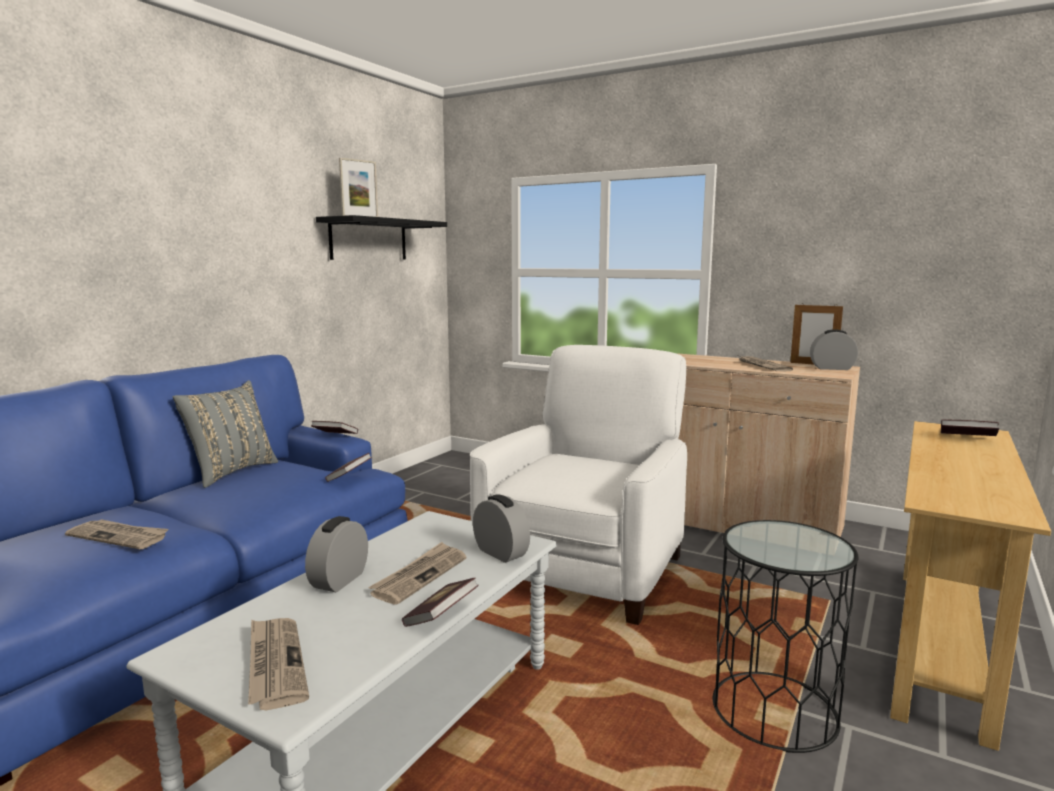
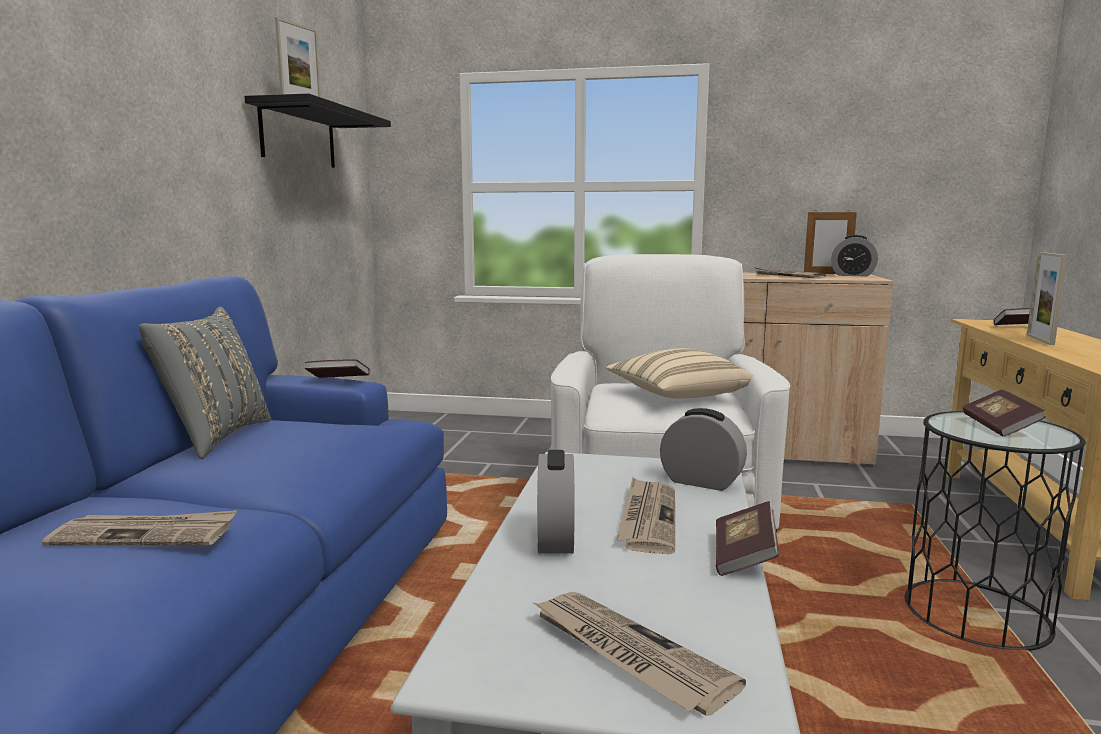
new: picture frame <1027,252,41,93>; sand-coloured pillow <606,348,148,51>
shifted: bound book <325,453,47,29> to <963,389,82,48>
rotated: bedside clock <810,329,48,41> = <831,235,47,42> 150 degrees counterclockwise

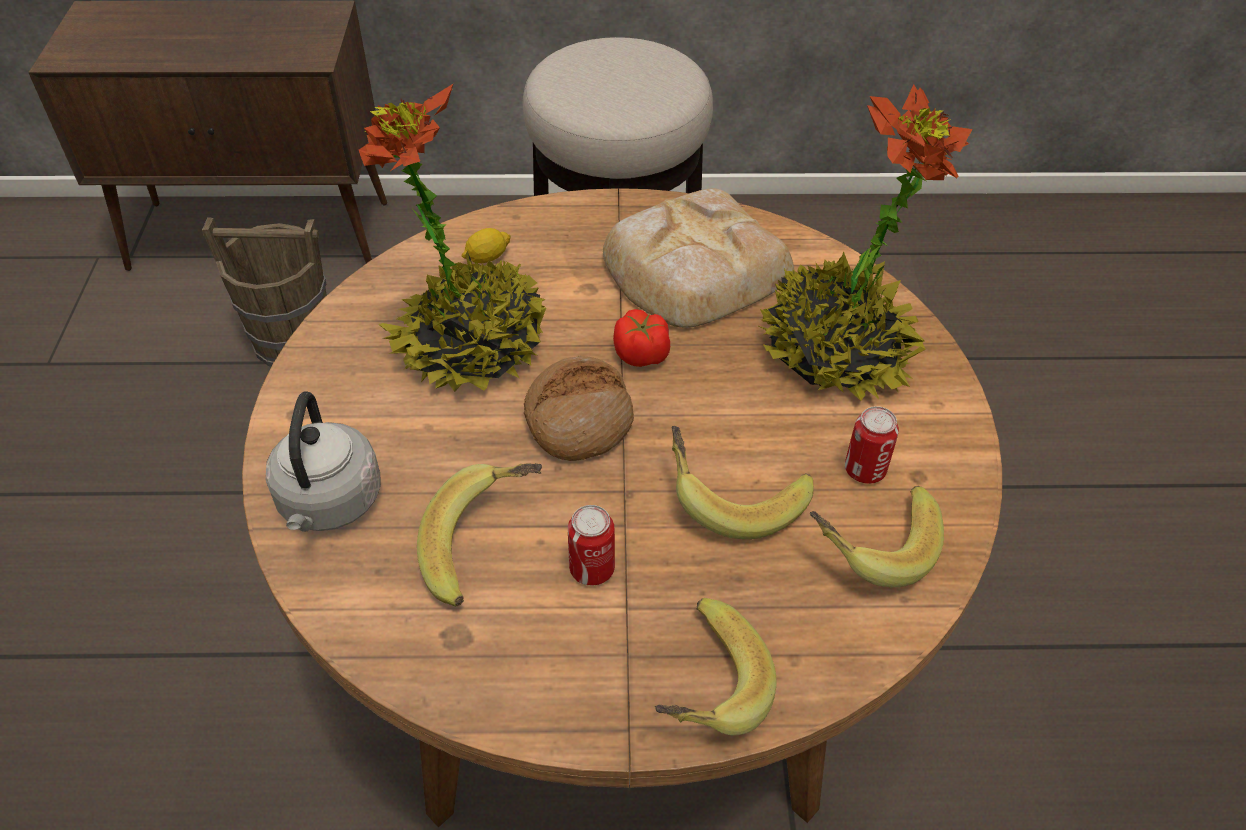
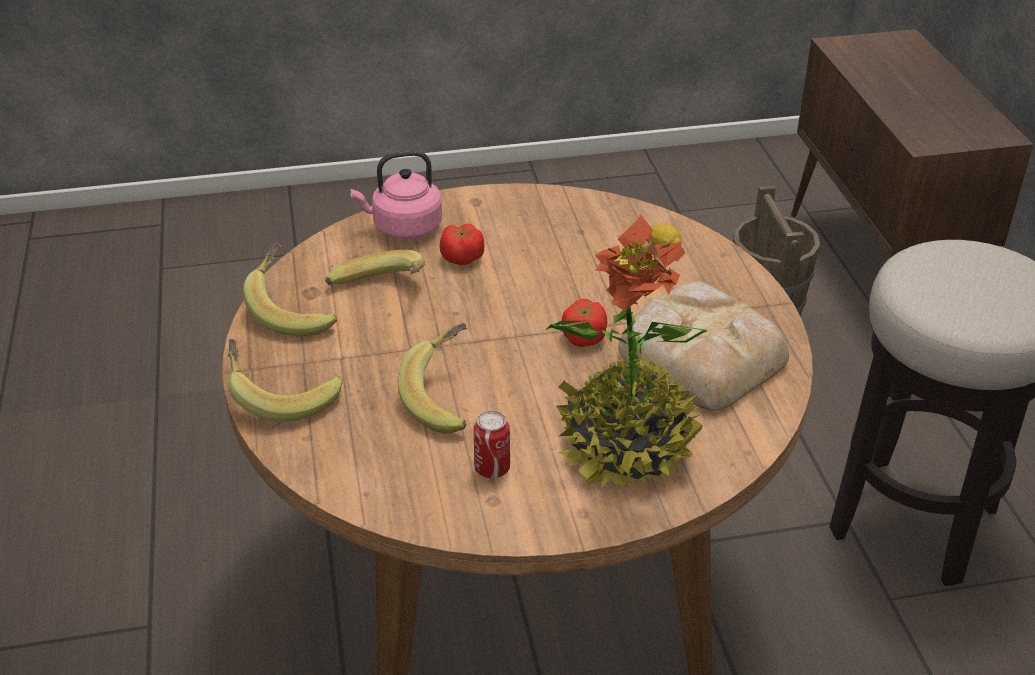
gone: plant in a pot <359,84,187,308>; bread <524,356,110,105>; can <568,505,47,81>
new: whole tomato <440,224,44,41>
shifted: banana fruit <810,486,134,101> to <243,243,94,93>
repainted: gray kettle <266,391,115,141> to pinkish kettle <350,150,92,89>

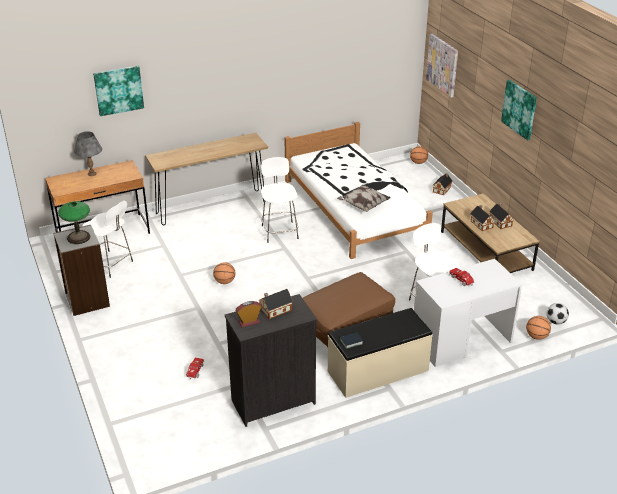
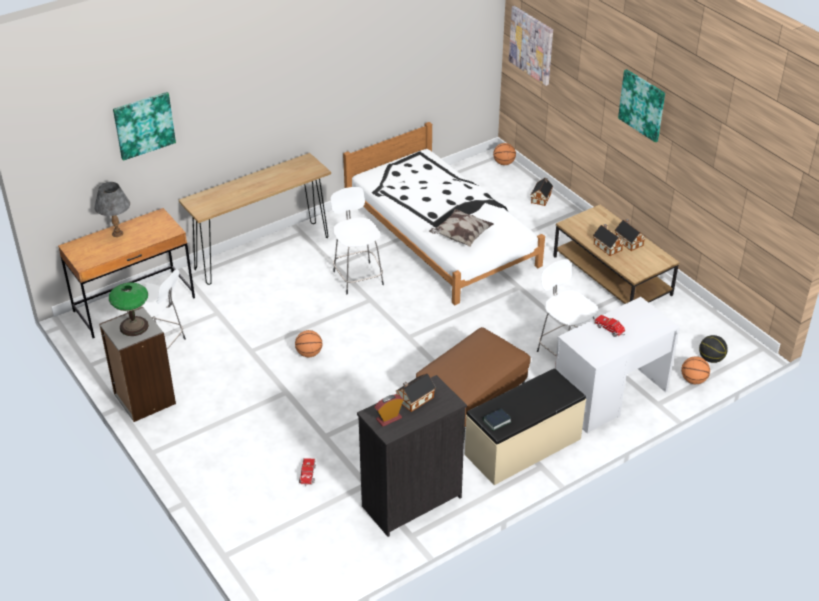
swapped: football ball <547,303,22,22> to ball for basketball <699,335,29,28>

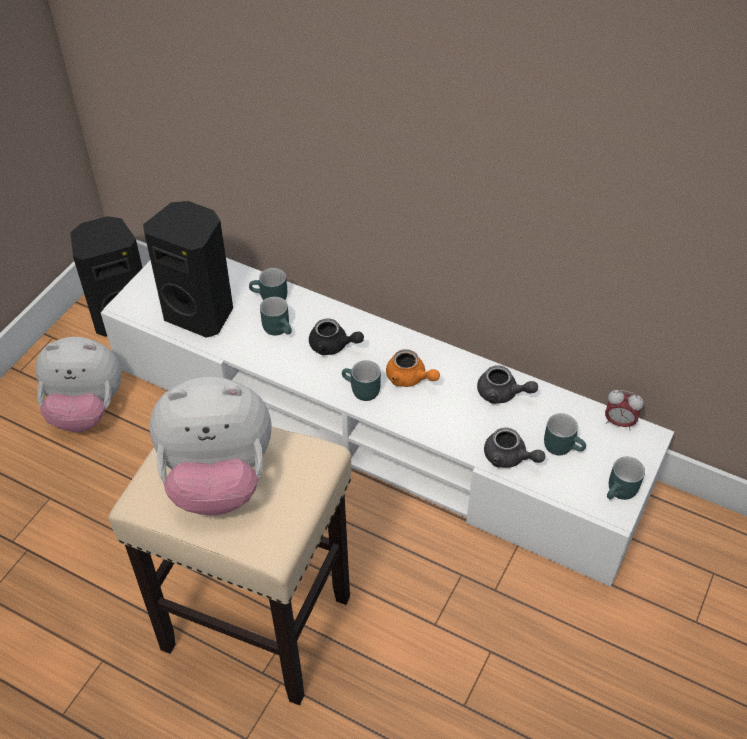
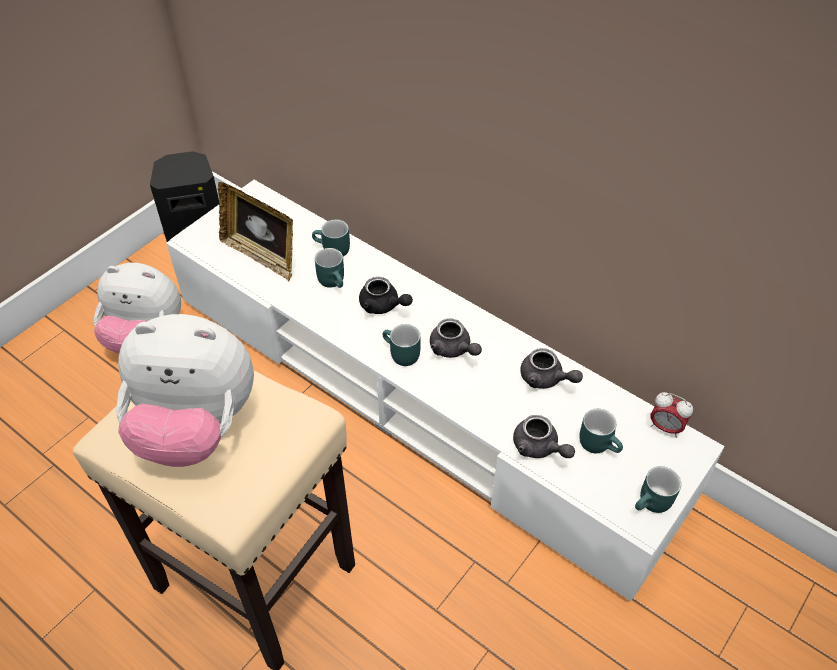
swapped: black audio speaker <143,201,90,137> to picture frame <218,182,75,99>
repainted: orangey tea pot <386,349,54,38> to gray tea pot <430,319,52,39>

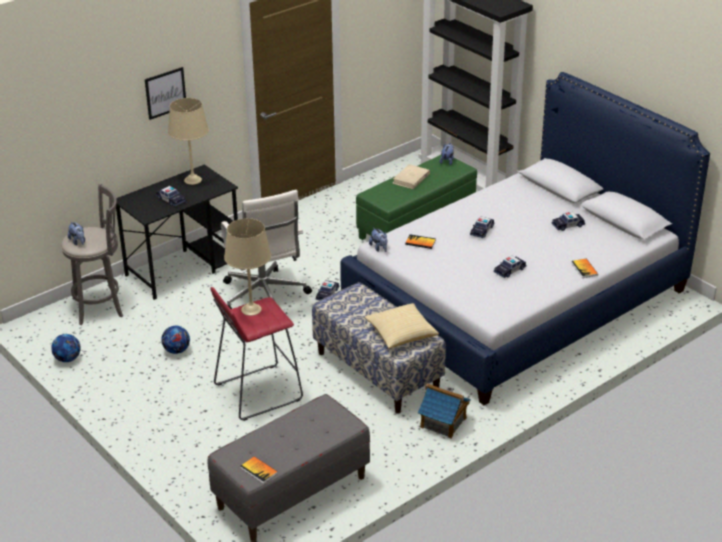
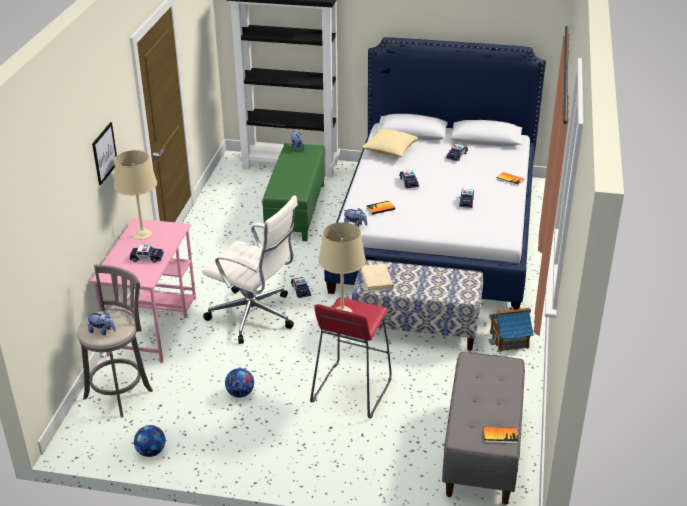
shifted: sand-coloured bound book <393,164,37,25> to <361,264,33,28>; pillow <365,303,74,46> to <361,129,57,28>
repainted: black desk table <116,164,122,136> to pinkish desk table <91,218,105,145>

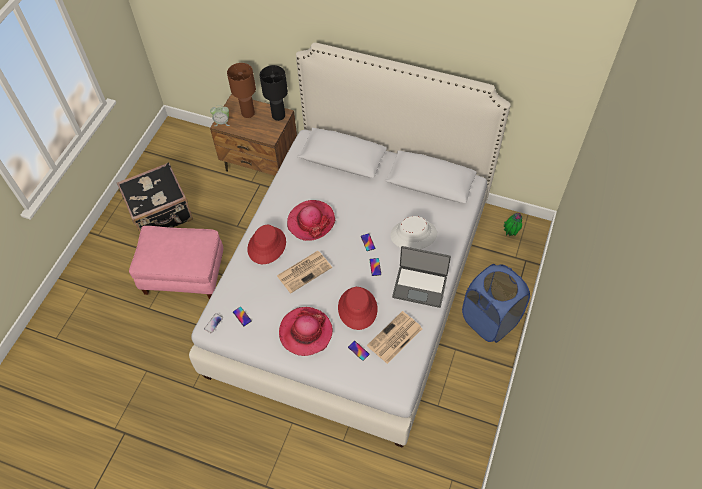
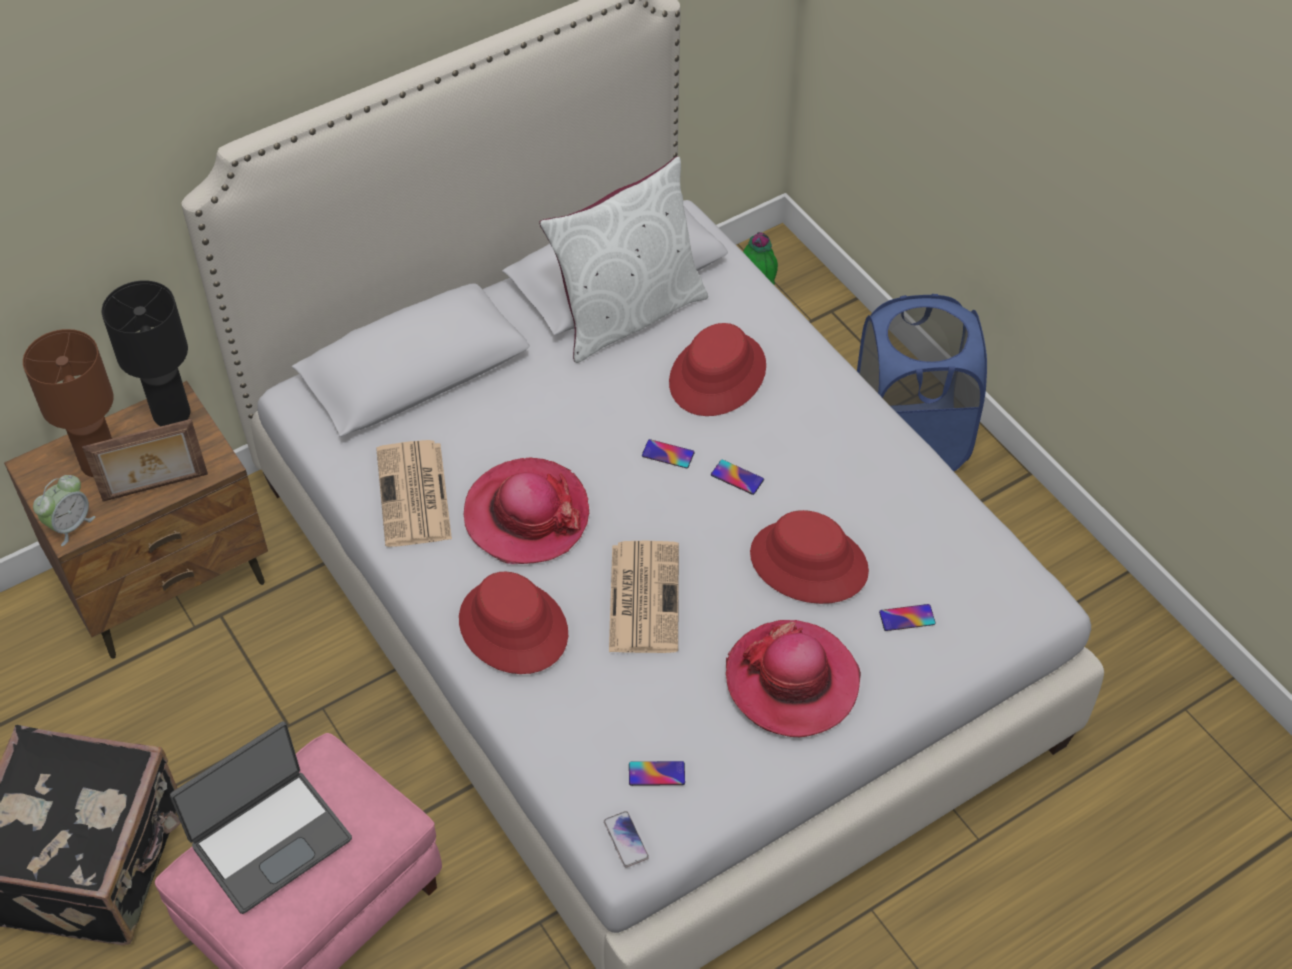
new: whitish pillow <539,156,169,207>; picture frame <82,419,126,83>
shifted: laptop <392,246,59,62> to <170,721,182,193>; daily paper <367,311,55,53> to <376,440,76,107>
repainted: whitish hat <390,216,47,33> to reddish hat <669,323,97,93>

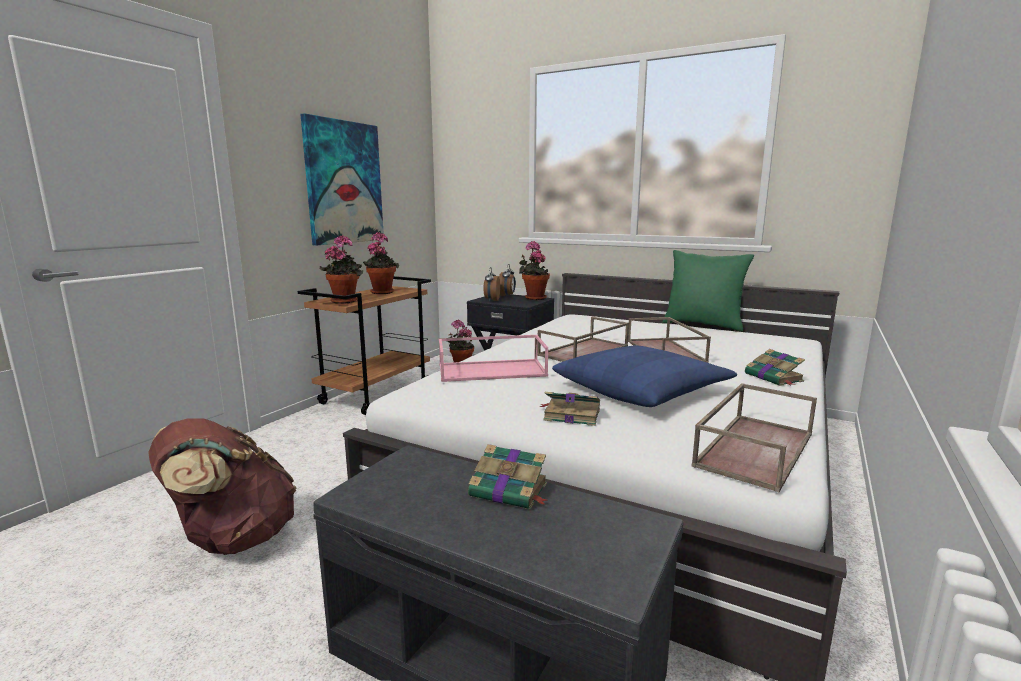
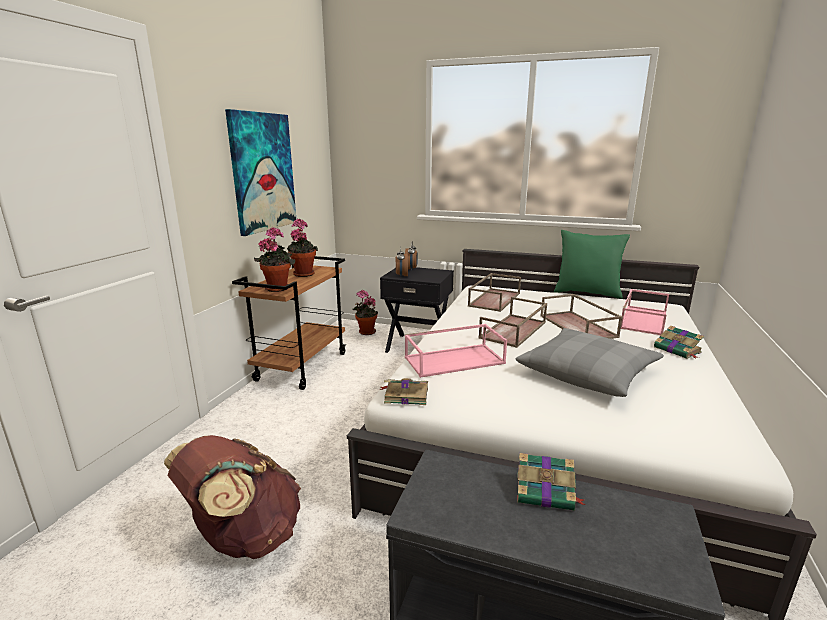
gone: plant in a pot <519,241,31,59>
new: pinkish carrying tray <621,289,48,46>
shifted: brownish carrying tray <691,383,126,109> to <468,273,53,39>; bound book <539,392,61,34> to <379,378,49,27>
repainted: blue-coloured pillow <552,345,185,62> to gray pillow <516,328,148,69>

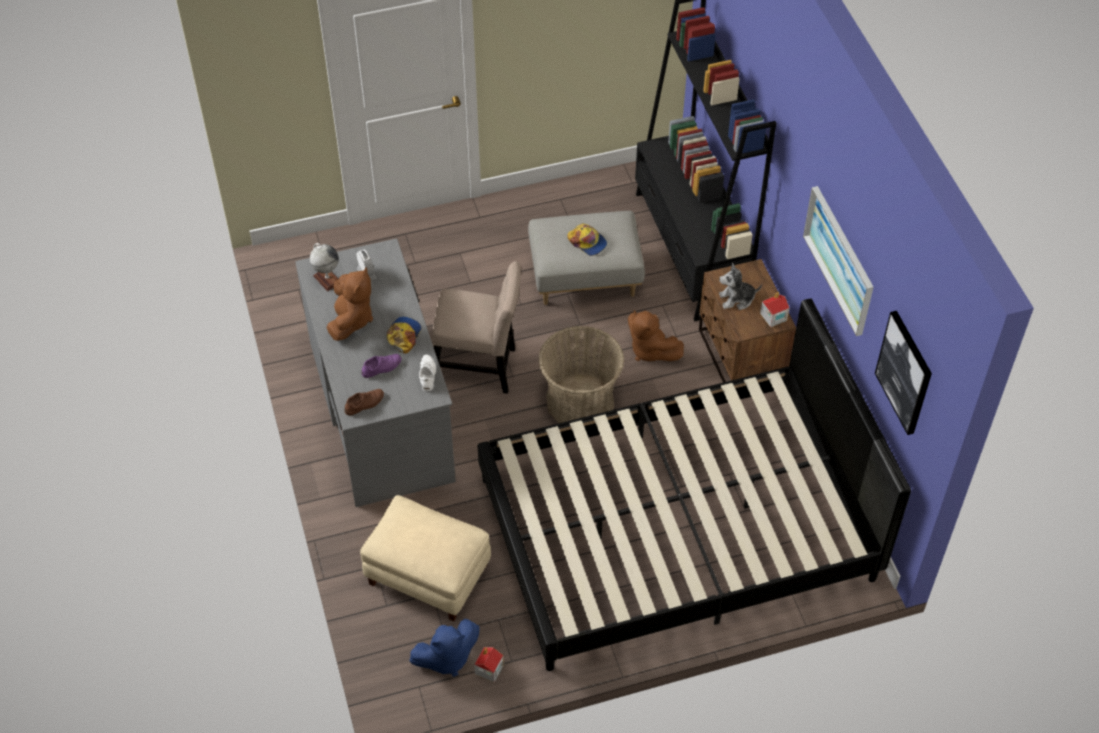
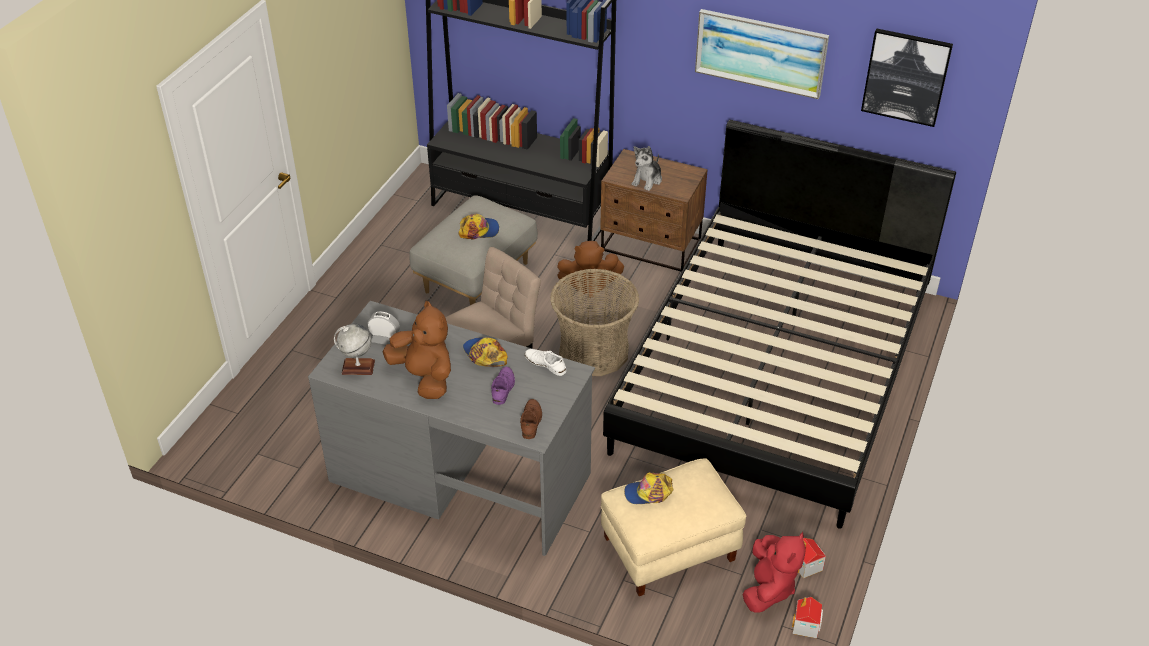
new: peaked cap <624,472,49,32>
shifted: miniature house <760,292,29,35> to <792,597,31,41>
repainted: blue-coloured soft toy <409,619,71,58> to reddish soft toy <743,532,63,81>

